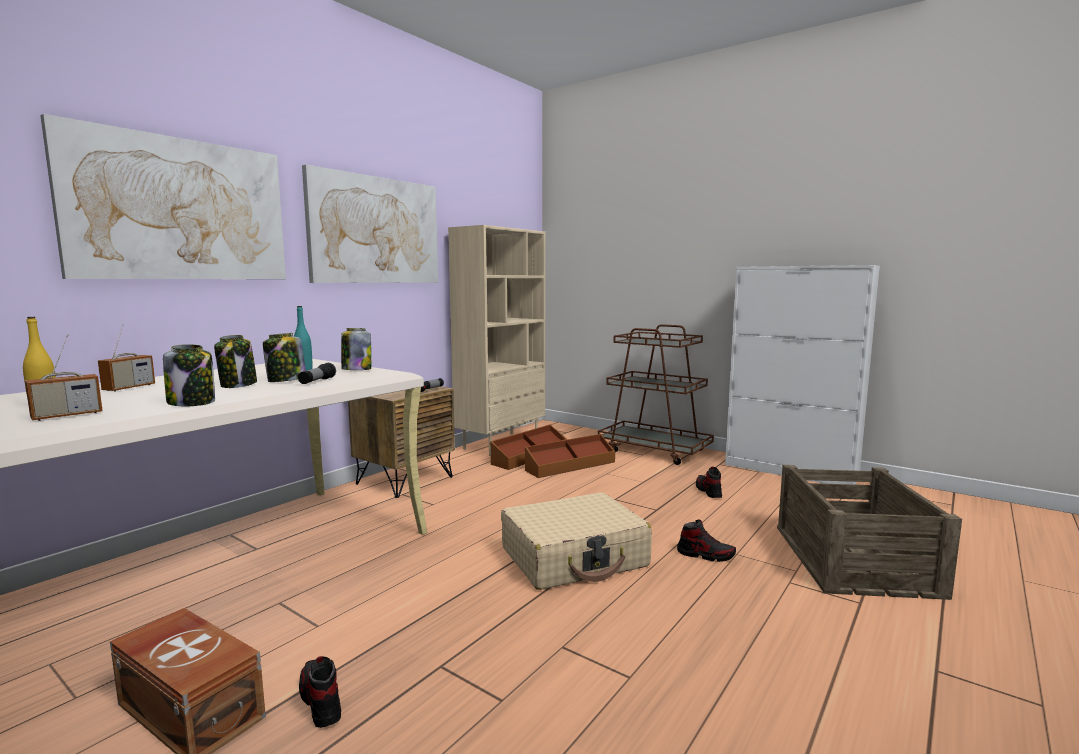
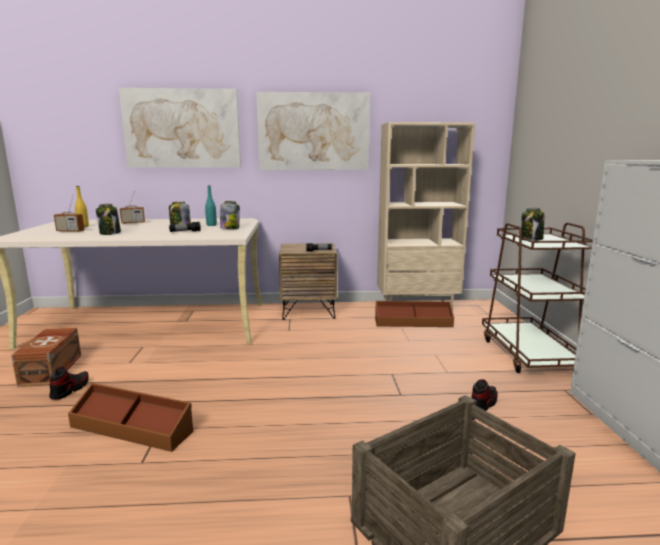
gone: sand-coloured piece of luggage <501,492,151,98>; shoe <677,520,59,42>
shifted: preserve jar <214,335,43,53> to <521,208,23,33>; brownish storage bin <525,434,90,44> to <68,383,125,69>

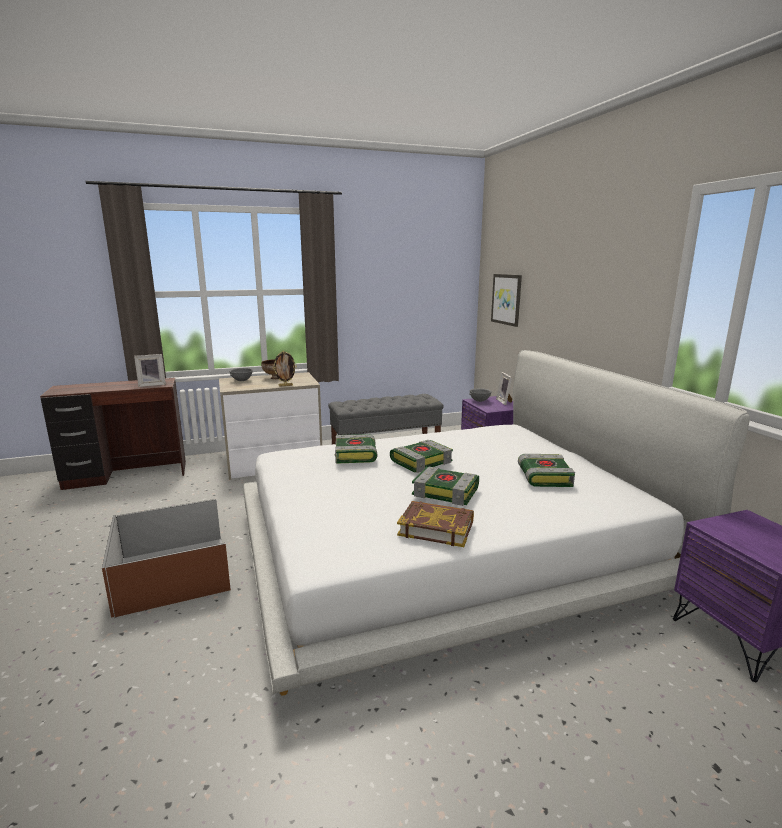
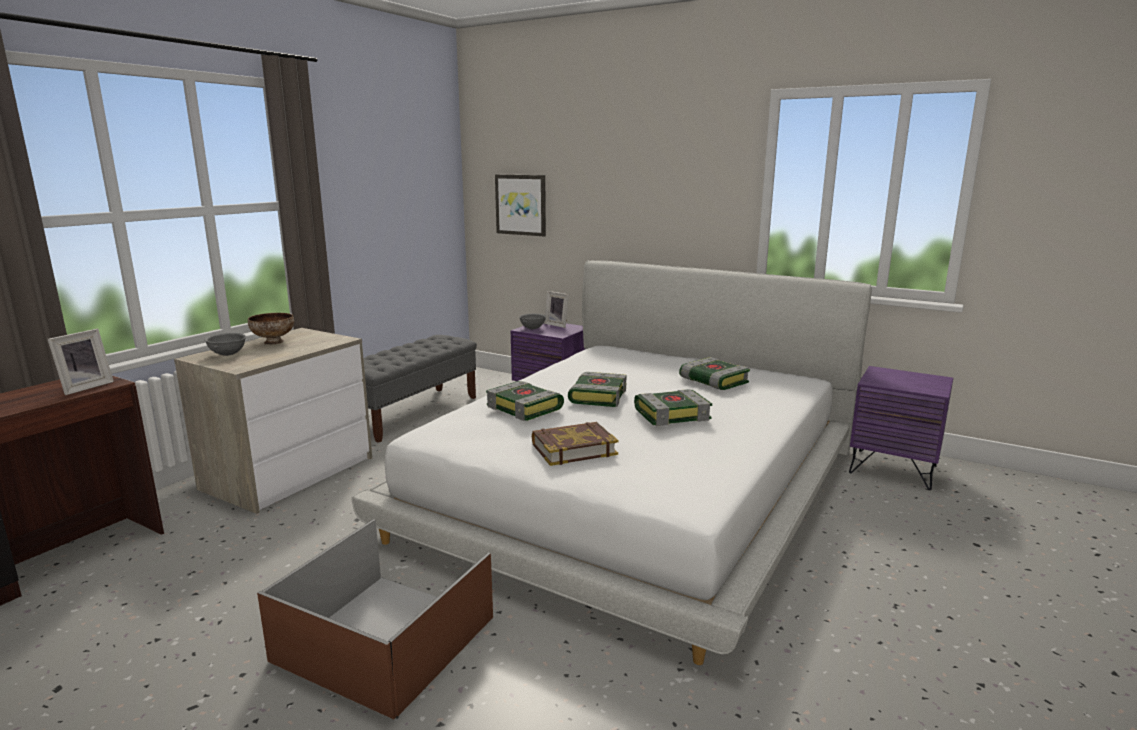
gone: picture frame <273,351,24,35>
shifted: bound book <397,501,77,46> to <532,422,86,44>

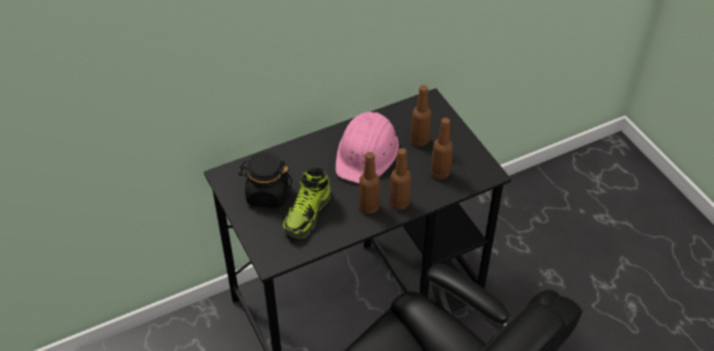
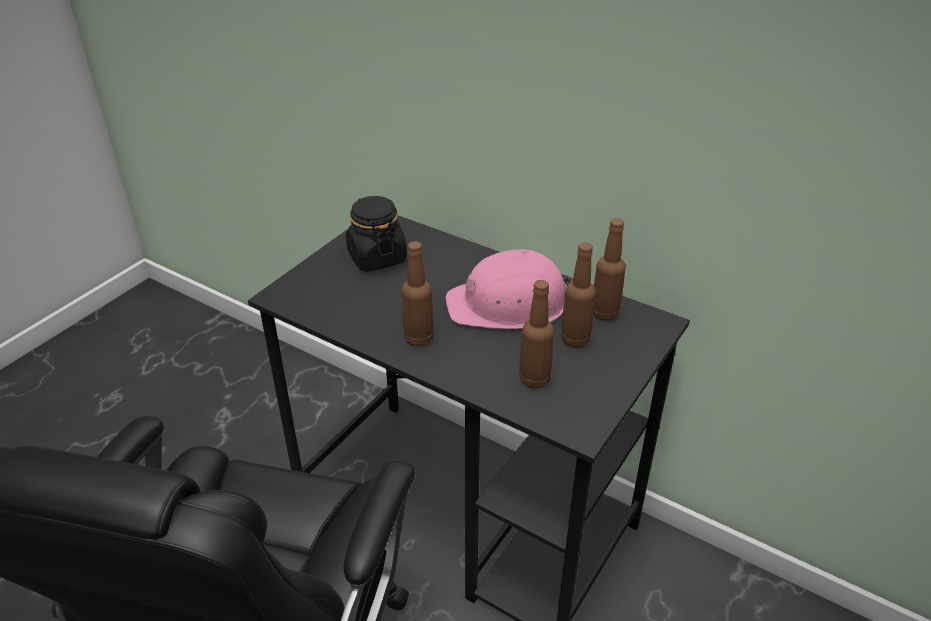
gone: shoe <283,167,48,71>
shifted: brownish drink bottle <389,148,22,62> to <593,218,33,103>

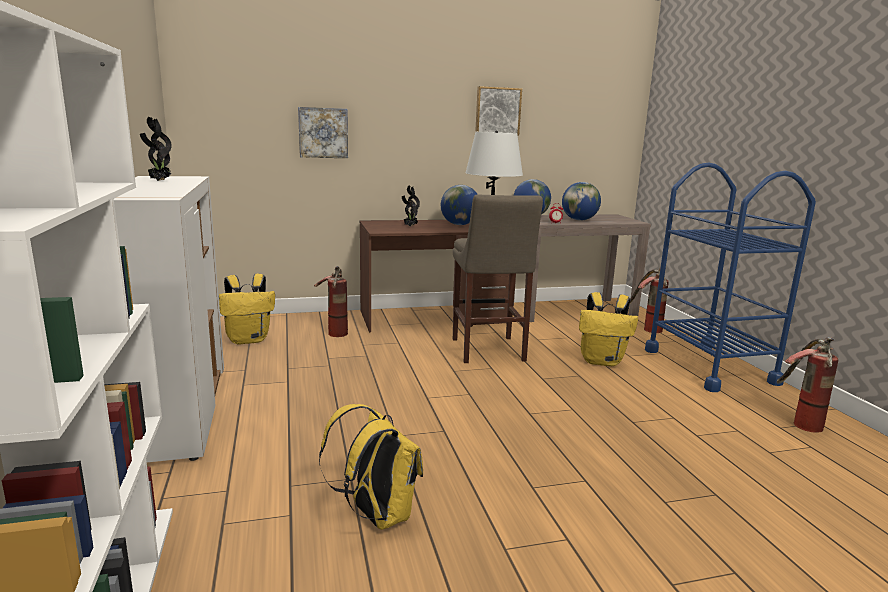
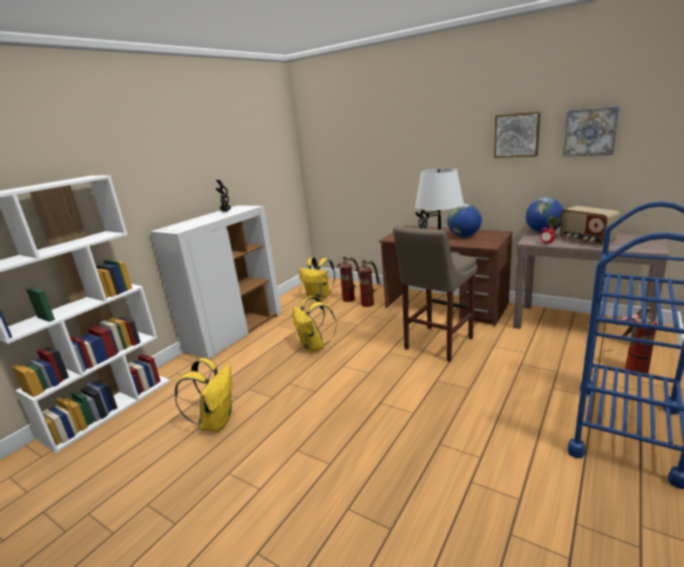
shifted: wall art <298,107,50,51> to <563,106,56,51>; yellowish backpack <579,292,59,74> to <293,296,44,57>; extinguisher <777,337,61,96> to <336,256,24,46>
swapped: globe <562,182,39,39> to radio set <560,206,60,40>

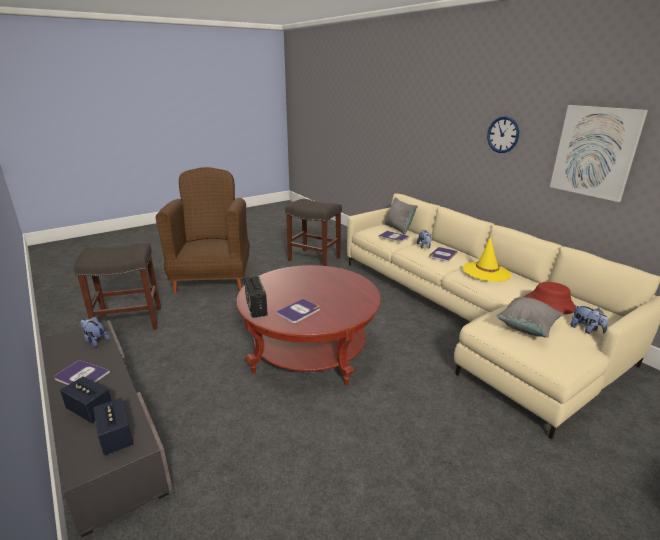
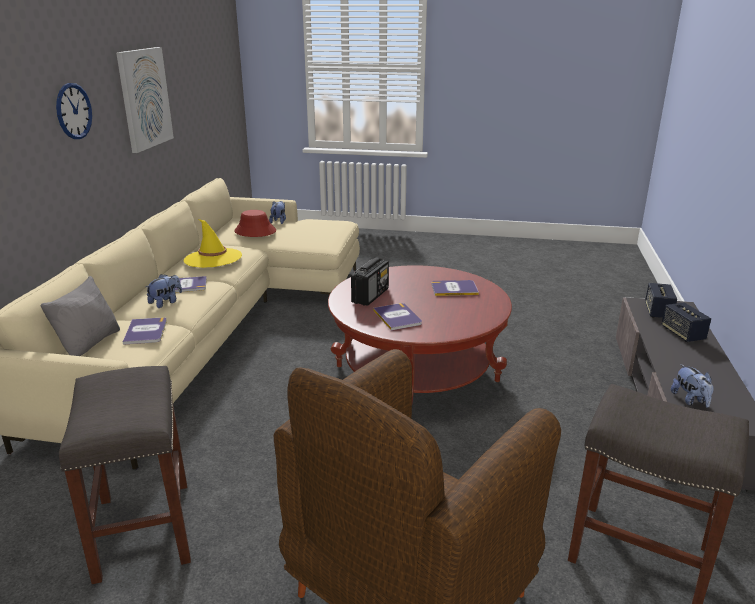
gone: gray pillow <497,297,66,40>
shifted: radio set <244,276,24,42> to <351,258,38,48>; bound book <54,360,56,25> to <373,303,49,28>

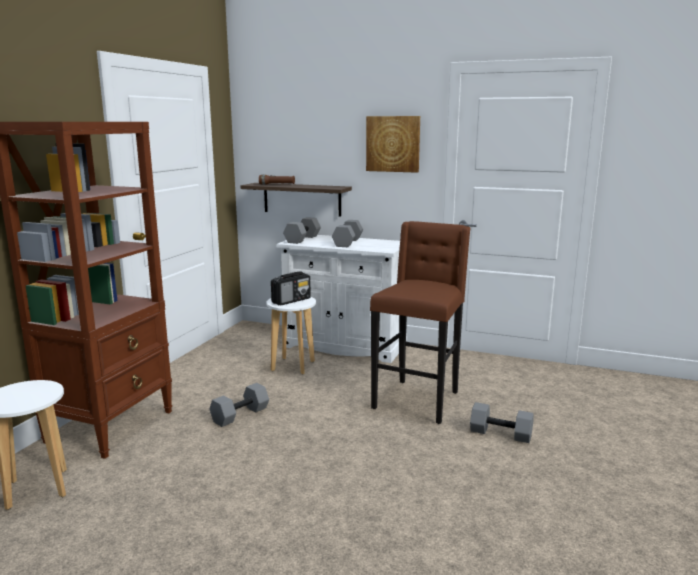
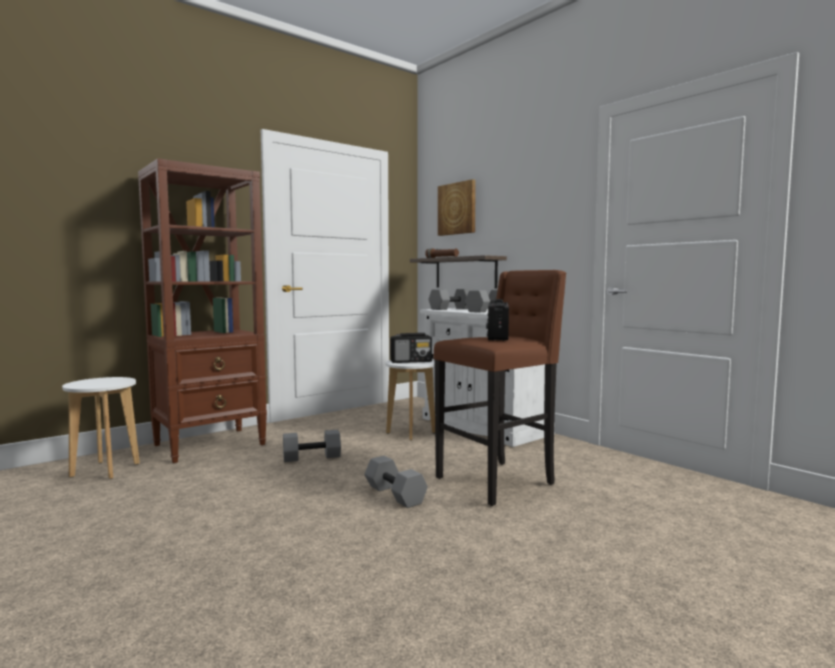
new: radio set <486,299,23,42>
shifted: wall art <366,116,54,57> to <438,179,38,57>; gray dumbbell <470,402,64,41> to <365,456,63,52>

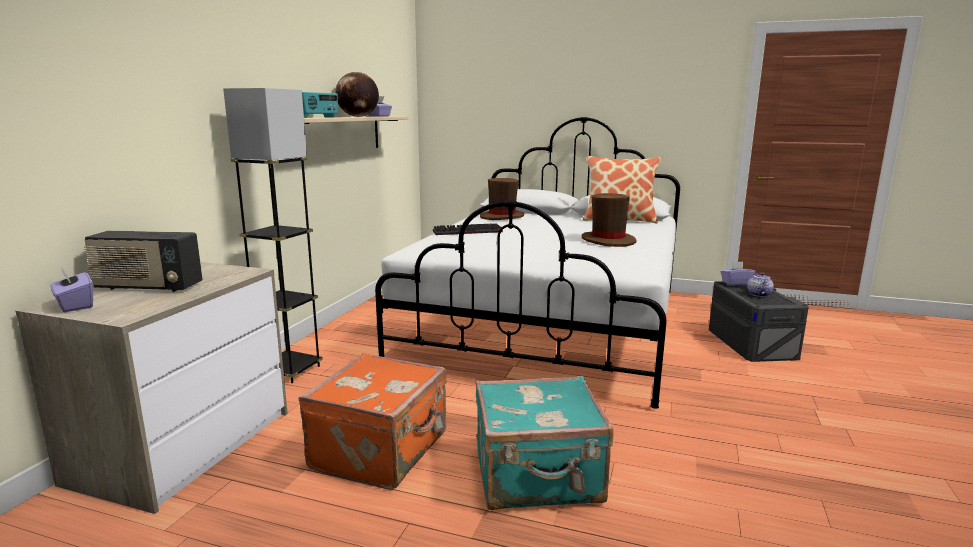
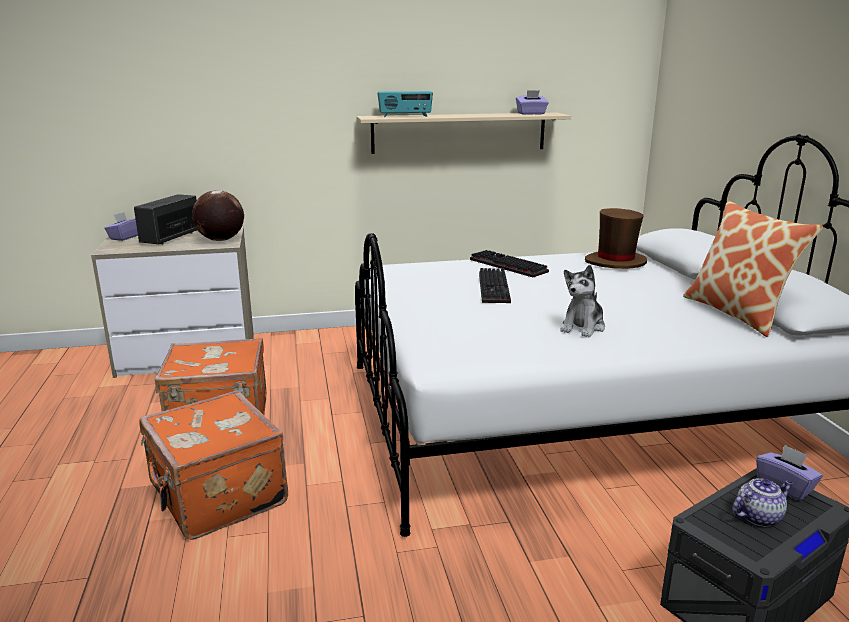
gone: gray standing lamp <223,88,100,295>
new: computer keyboard <479,268,32,35>
shifted: globe <335,72,44,45> to <192,190,52,51>
swapped: brownish hat <582,193,55,54> to soft toy <560,265,45,72>
repainted: turquoise piece of luggage <476,376,138,134> to orangey piece of luggage <139,391,149,149>
rotated: radio set <84,231,118,61> = <134,194,63,50> 45 degrees clockwise

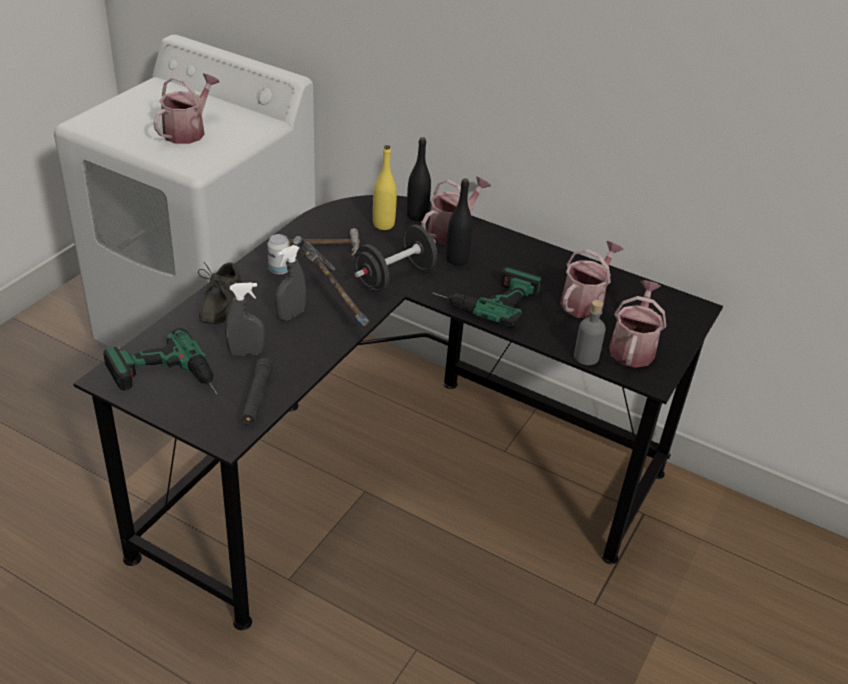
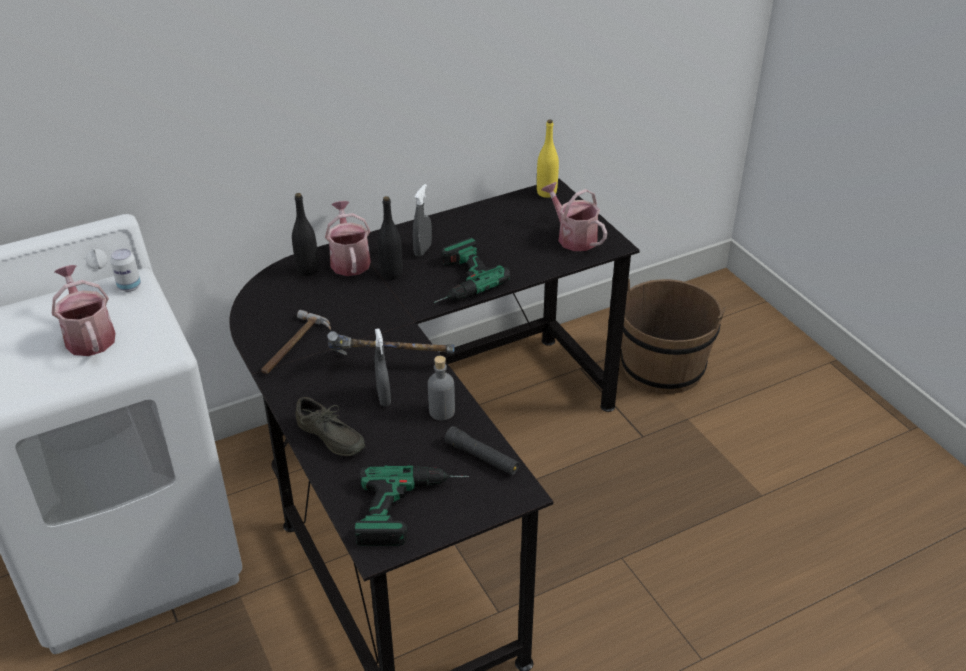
gone: black dumbbell <355,225,82,67>; watering can <560,241,64,77>
new: brownish water bucket <621,279,105,115>
shifted: yellowish drink bottle <373,145,24,85> to <537,119,22,79>; can <268,234,22,41> to <110,249,31,43>; gray spray bottle <225,282,40,74> to <412,184,20,73>; gray drink bottle <574,300,32,65> to <428,356,27,64>

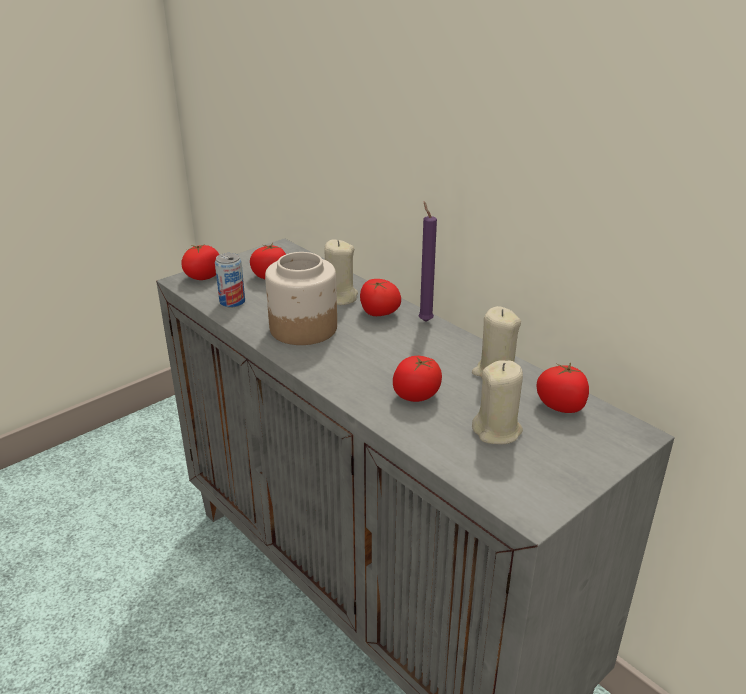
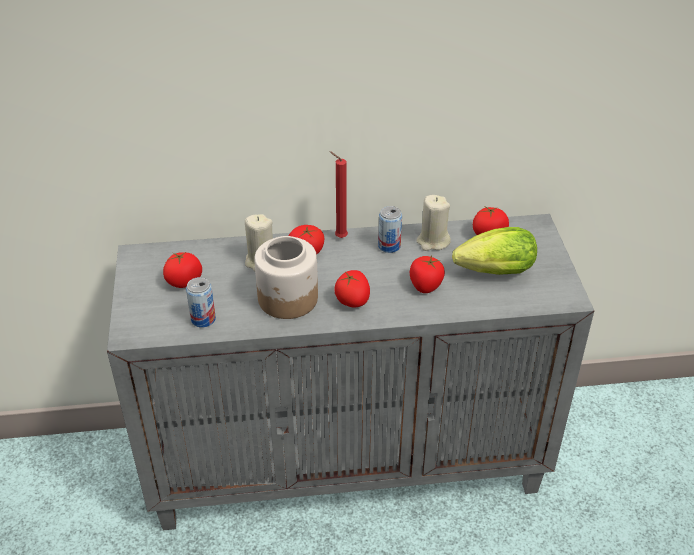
new: can <378,206,24,47>
shifted: whole tomato <181,244,38,36> to <334,270,36,38>
swapped: sand-coloured candle <472,361,51,83> to lettuce head <452,227,85,48>
repainted: purple-coloured candle <418,202,19,120> to reddish candle <329,151,19,87>

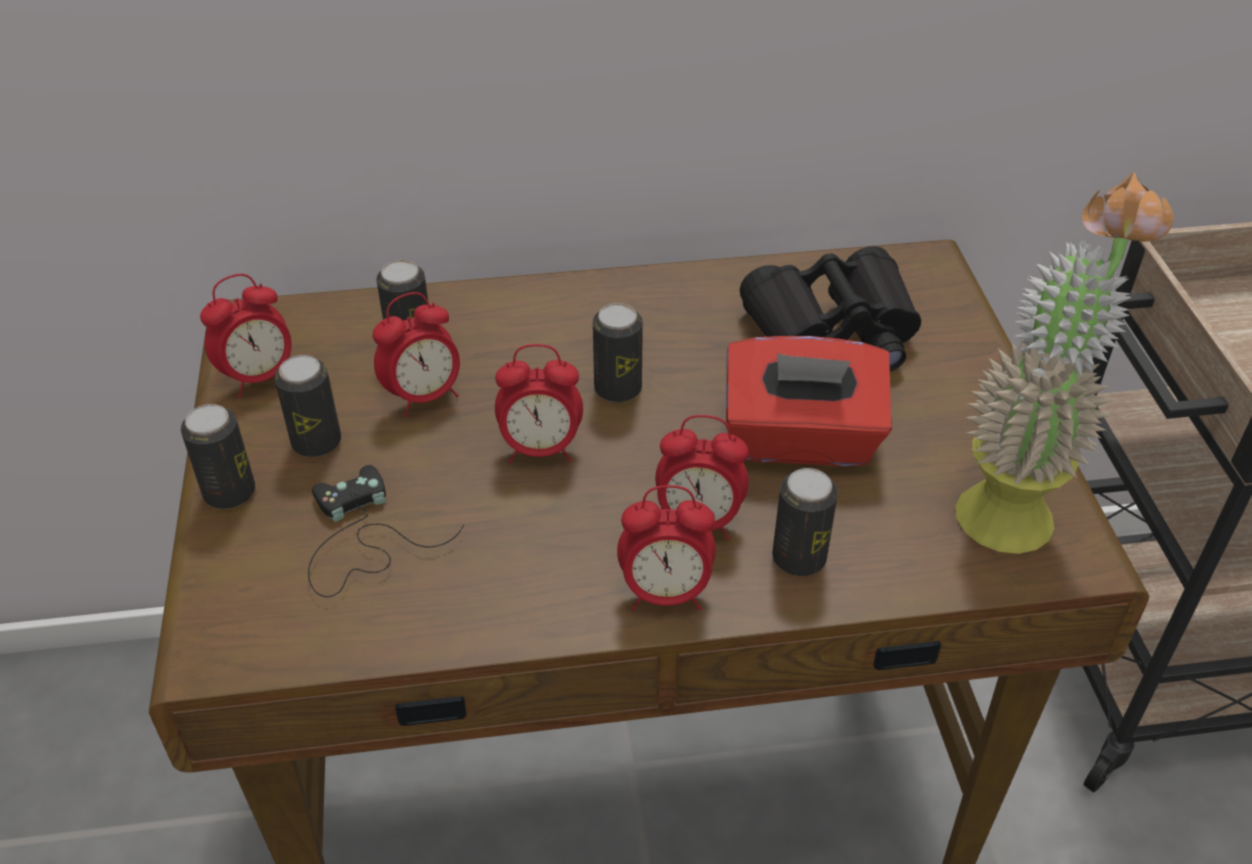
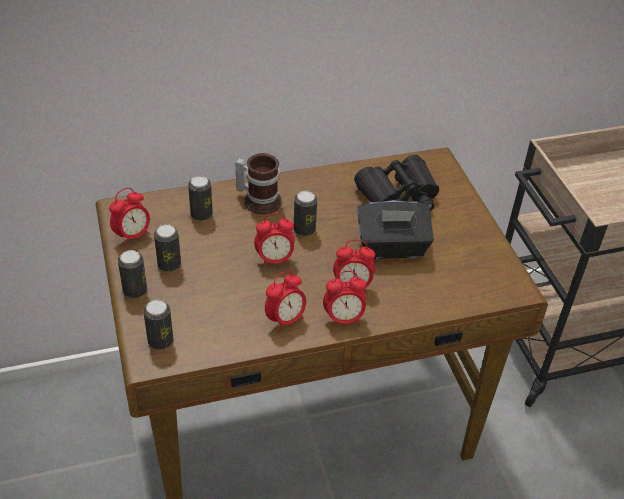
gone: plant in a pot <956,173,217,381>; black game controller <308,465,156,132>
new: tea mug <235,153,47,61>
shifted: bedside clock <372,292,88,125> to <265,271,41,61>; can <772,468,66,108> to <143,300,30,49>
repainted: reddish tissue holder <726,336,166,130> to black tissue holder <357,200,77,59>

